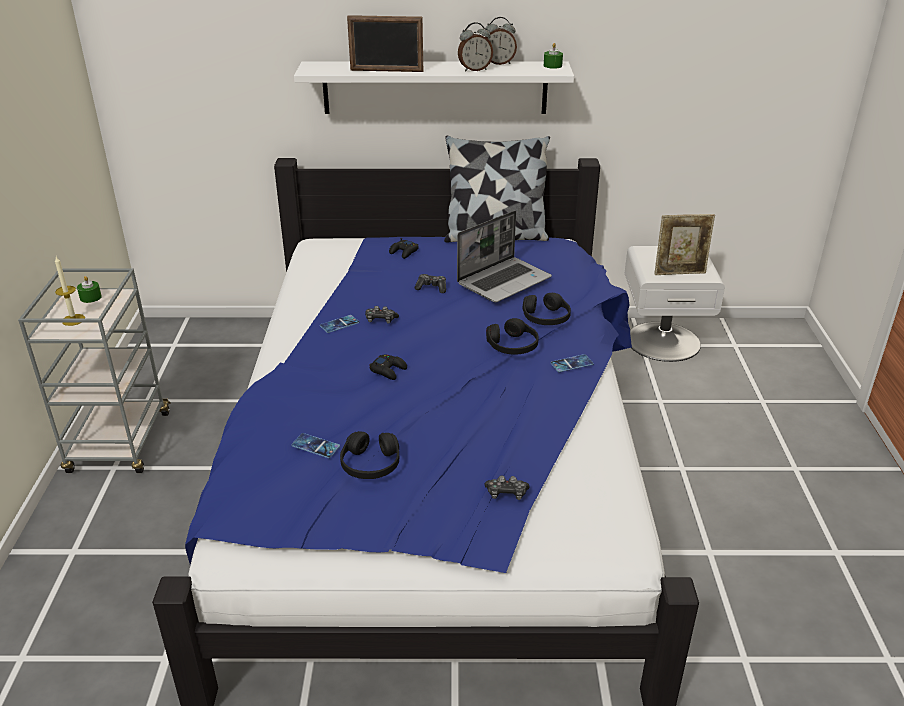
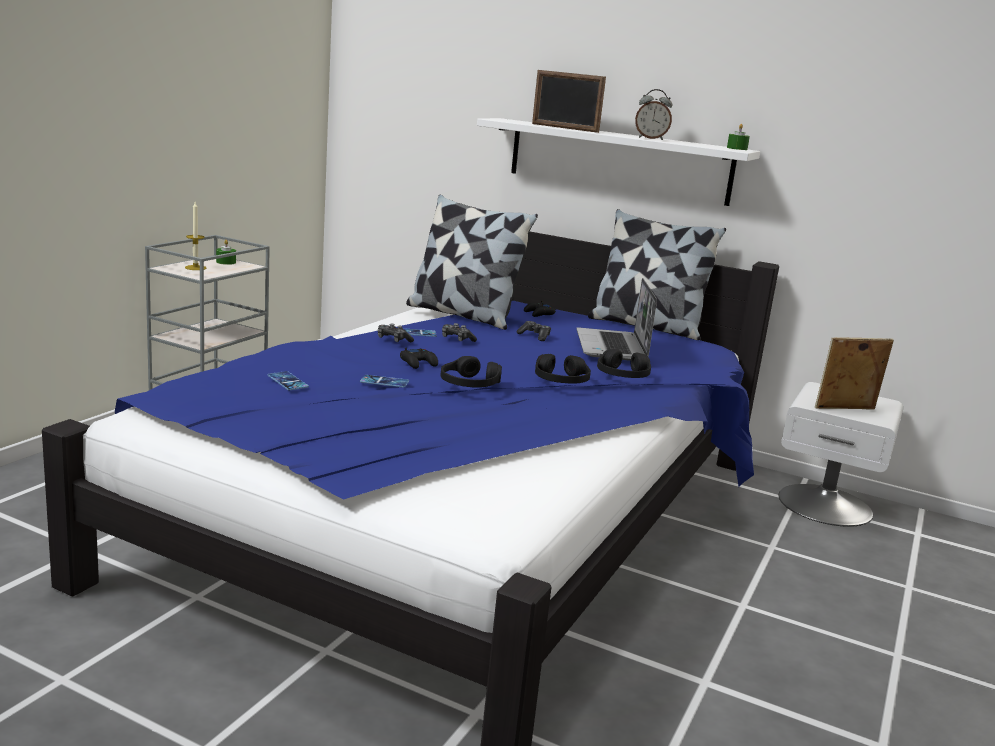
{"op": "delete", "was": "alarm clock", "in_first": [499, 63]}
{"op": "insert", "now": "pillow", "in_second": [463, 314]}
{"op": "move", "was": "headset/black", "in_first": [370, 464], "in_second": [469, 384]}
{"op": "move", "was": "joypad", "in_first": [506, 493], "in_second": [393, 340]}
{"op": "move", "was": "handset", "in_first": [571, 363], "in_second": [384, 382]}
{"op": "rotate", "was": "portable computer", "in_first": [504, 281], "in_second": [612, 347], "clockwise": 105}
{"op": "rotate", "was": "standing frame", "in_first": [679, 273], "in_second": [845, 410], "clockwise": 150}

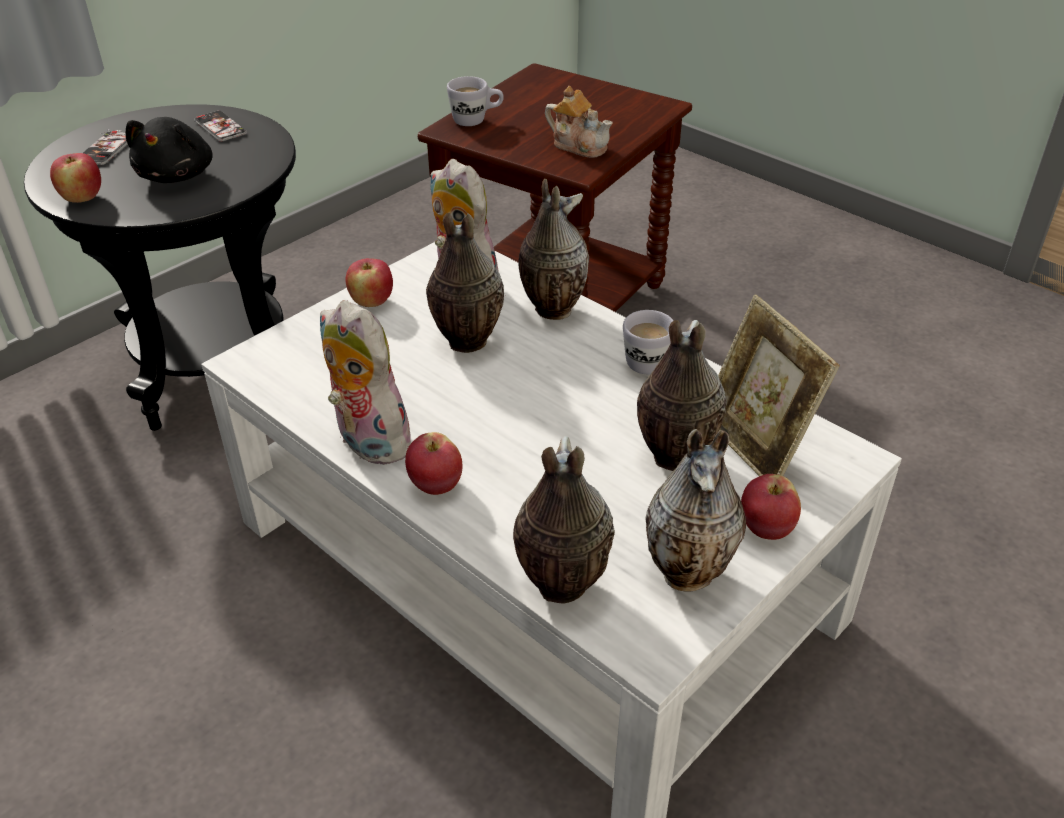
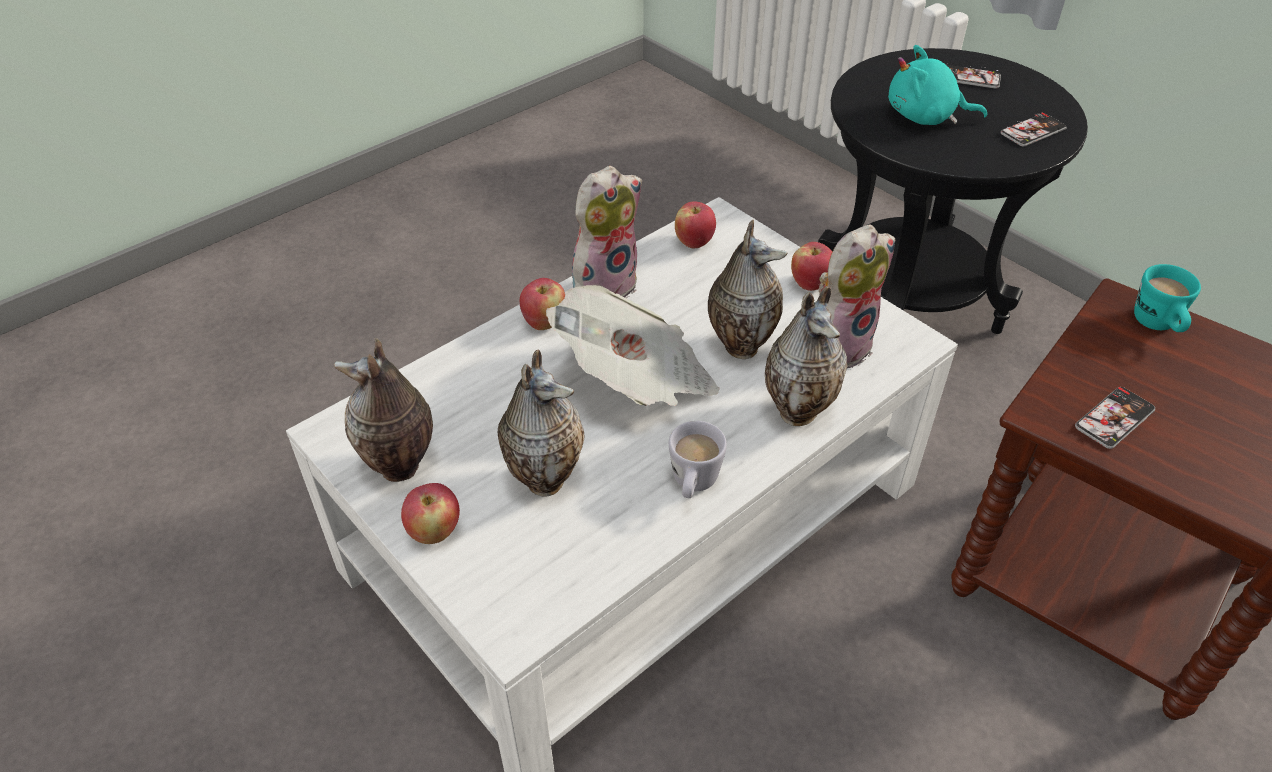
{"op": "delete", "was": "vase", "in_first": [559, 587]}
{"op": "delete", "was": "standing frame", "in_first": [755, 446]}
{"op": "insert", "now": "daily paper", "in_second": [636, 379]}
{"op": "move", "was": "apple", "in_first": [82, 198], "in_second": [694, 242]}
{"op": "replace", "was": "teapot", "now": "handset", "in_first": [579, 145], "in_second": [1114, 418]}
{"op": "recolor", "was": "plush toy/black", "now": "plush toy/turquoise", "in_first": [178, 175], "in_second": [925, 117]}
{"op": "recolor", "was": "tea mug/white", "now": "tea mug/turquoise", "in_first": [476, 120], "in_second": [1157, 326]}

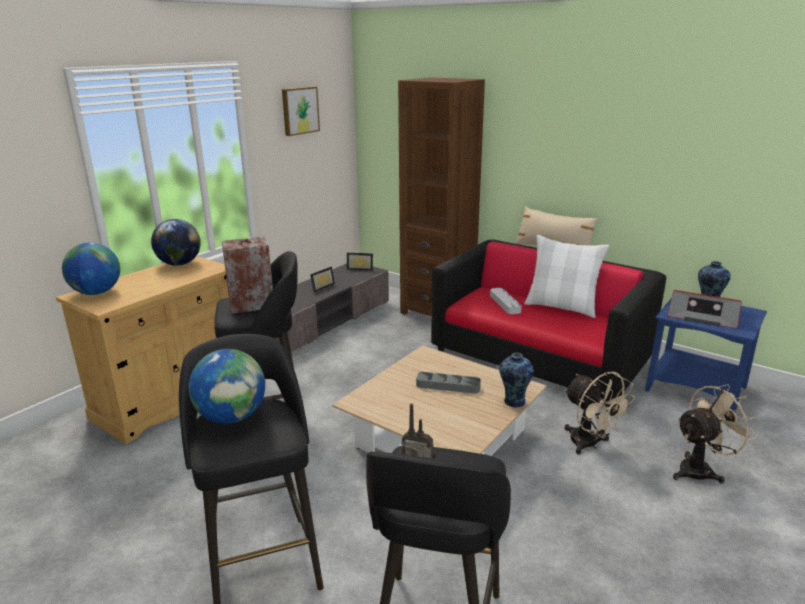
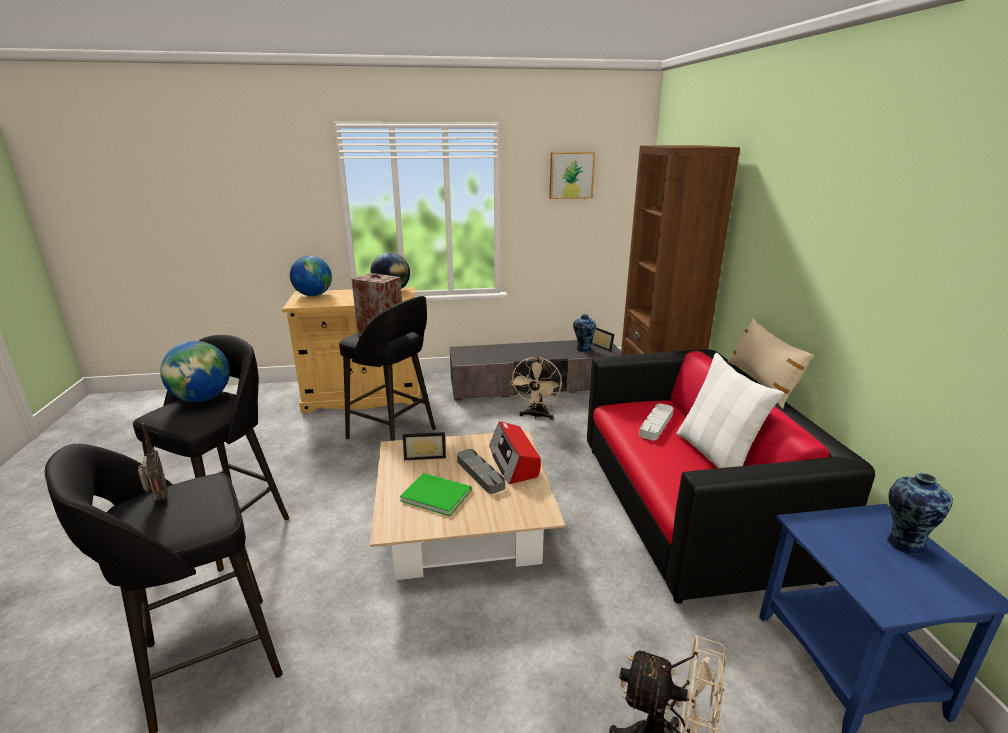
{"op": "insert", "now": "bound book/green-coloured", "in_second": [435, 494]}
{"op": "move", "was": "standing frame", "in_first": [321, 287], "in_second": [425, 455]}
{"op": "move", "was": "vase", "in_first": [513, 402], "in_second": [583, 349]}
{"op": "move", "was": "electric fan/beige-coloured", "in_first": [589, 444], "in_second": [536, 416]}
{"op": "move", "was": "radio", "in_first": [702, 317], "in_second": [514, 462]}

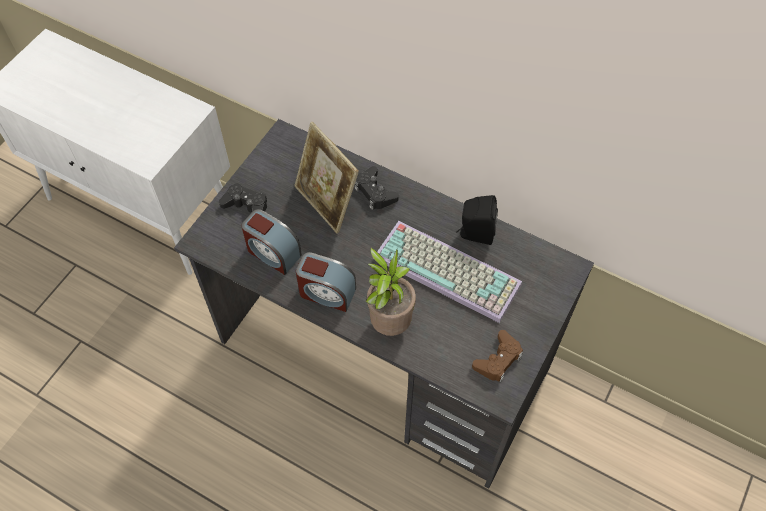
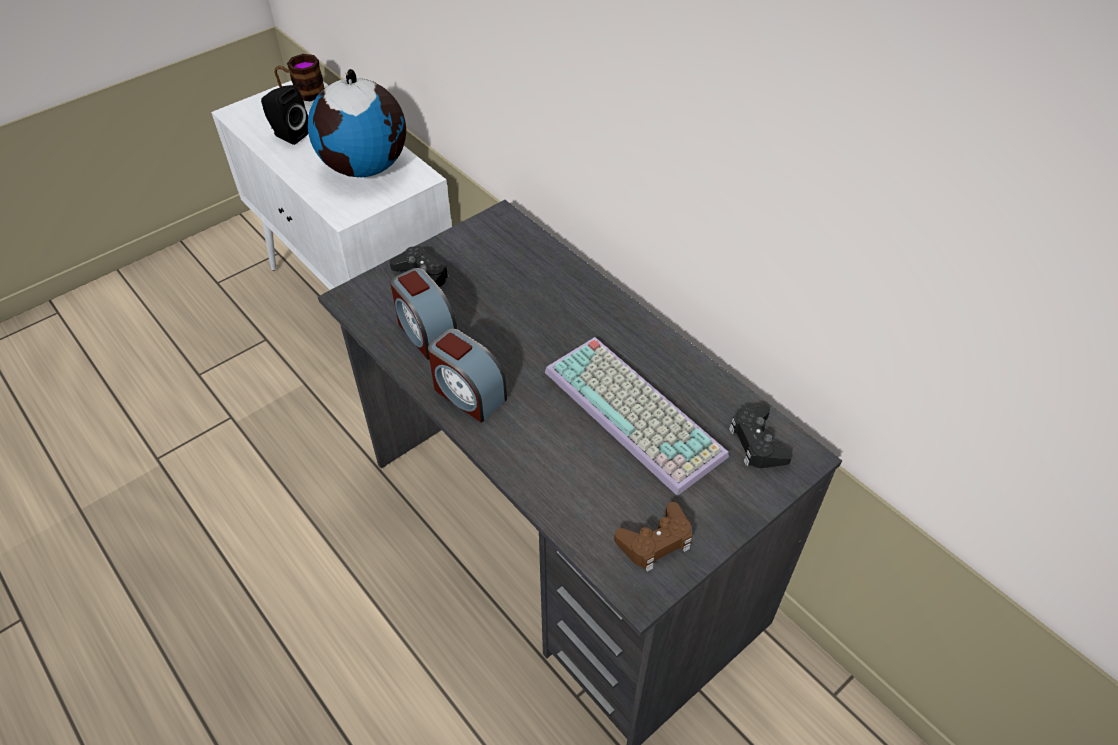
{"op": "delete", "was": "standing frame", "in_first": [327, 203]}
{"op": "delete", "was": "potted plant", "in_first": [389, 322]}
{"op": "insert", "now": "tea mug", "in_second": [303, 93]}
{"op": "insert", "now": "desk globe", "in_second": [366, 167]}
{"op": "move", "was": "joypad/black", "in_first": [375, 192], "in_second": [757, 442]}
{"op": "move", "was": "audio speaker/black", "in_first": [475, 234], "in_second": [288, 135]}

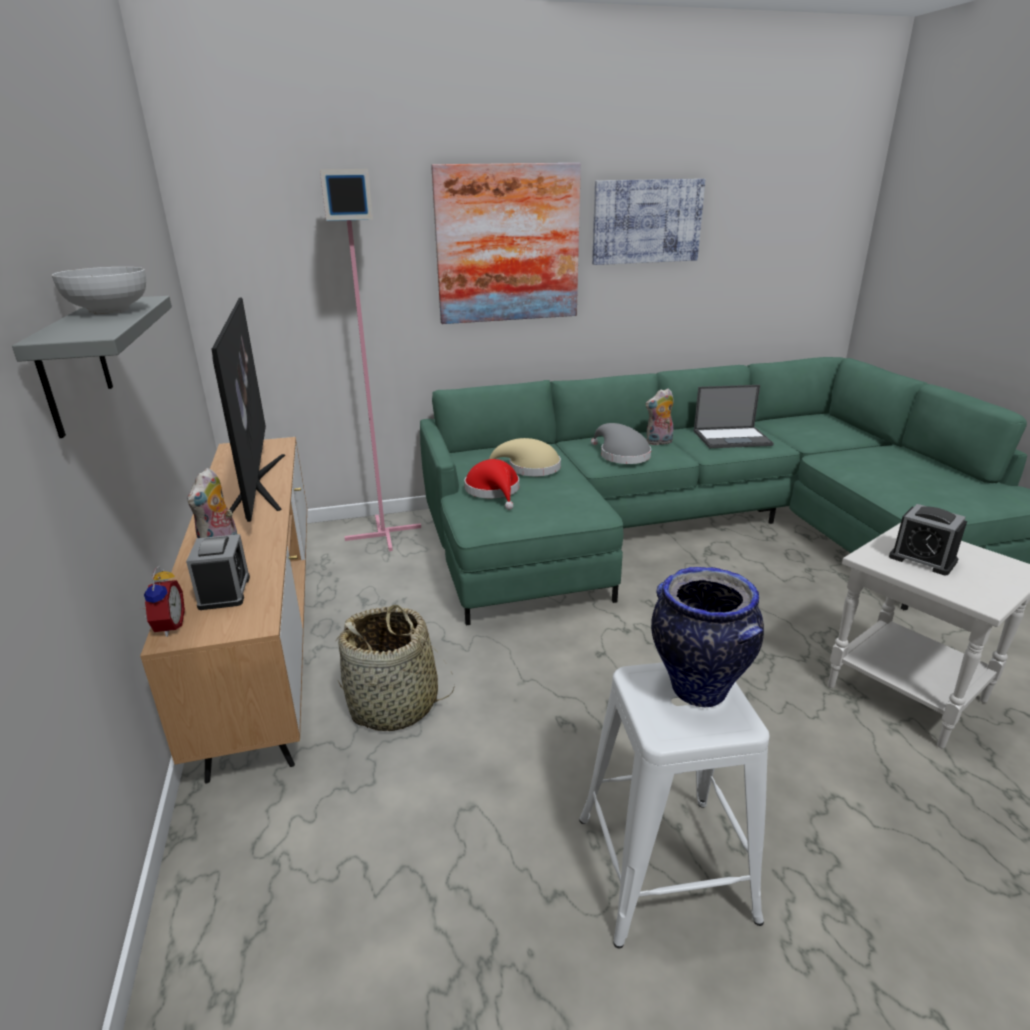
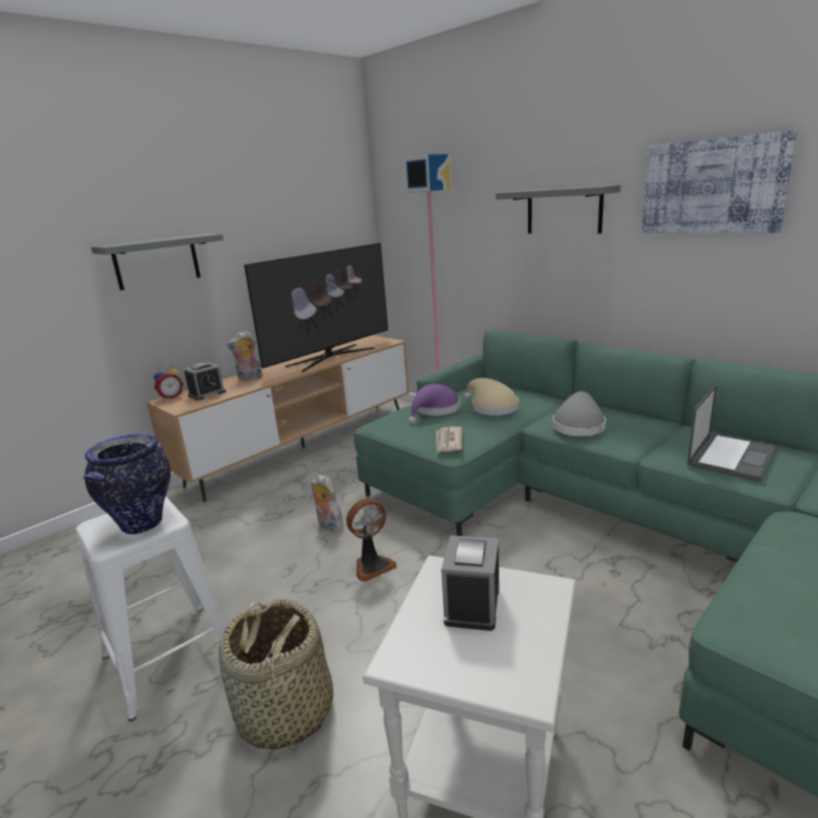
{"op": "delete", "was": "deep dish", "in_first": [108, 311]}
{"op": "insert", "now": "electric fan", "in_second": [372, 566]}
{"op": "insert", "now": "daily paper", "in_second": [448, 442]}
{"op": "move", "was": "household basket", "in_first": [394, 705], "in_second": [285, 713]}
{"op": "move", "was": "plush toy", "in_first": [659, 442], "in_second": [328, 526]}
{"op": "replace", "was": "wall art", "now": "wall shelf/gray", "in_first": [508, 244], "in_second": [564, 211]}
{"op": "recolor", "was": "wearable hat/reddish", "now": "wearable hat/purple-coloured", "in_first": [494, 491], "in_second": [435, 410]}
{"op": "rotate", "was": "portable computer", "in_first": [732, 438], "in_second": [731, 456], "clockwise": -105}

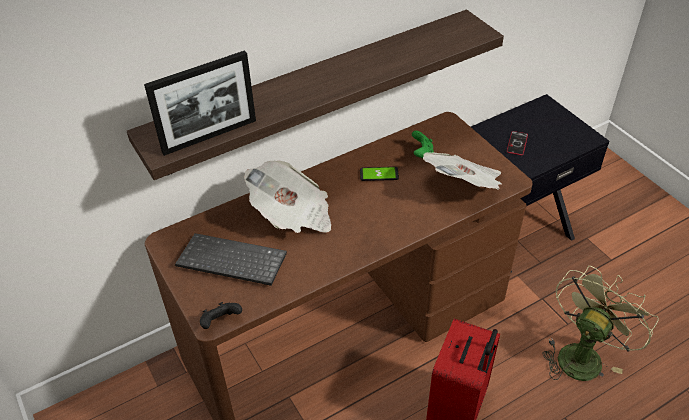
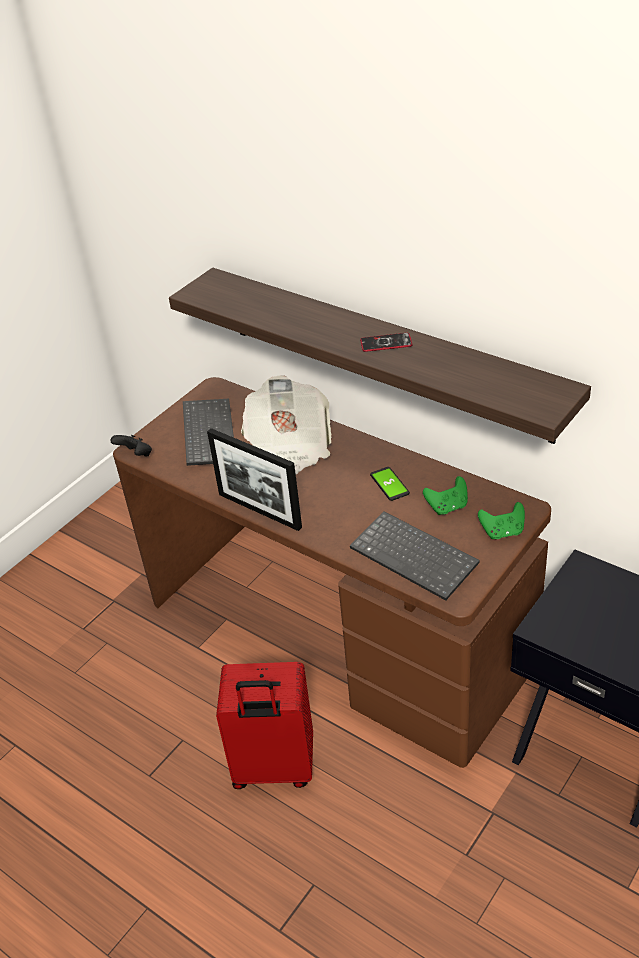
{"op": "delete", "was": "electric fan/green-coloured", "in_first": [582, 354]}
{"op": "insert", "now": "joypad/green-coloured", "in_second": [502, 532]}
{"op": "move", "was": "standing frame", "in_first": [210, 136], "in_second": [259, 510]}
{"op": "move", "was": "handset", "in_first": [517, 143], "in_second": [386, 343]}
{"op": "replace", "was": "daily paper", "now": "PC keyboard", "in_first": [464, 186], "in_second": [416, 556]}

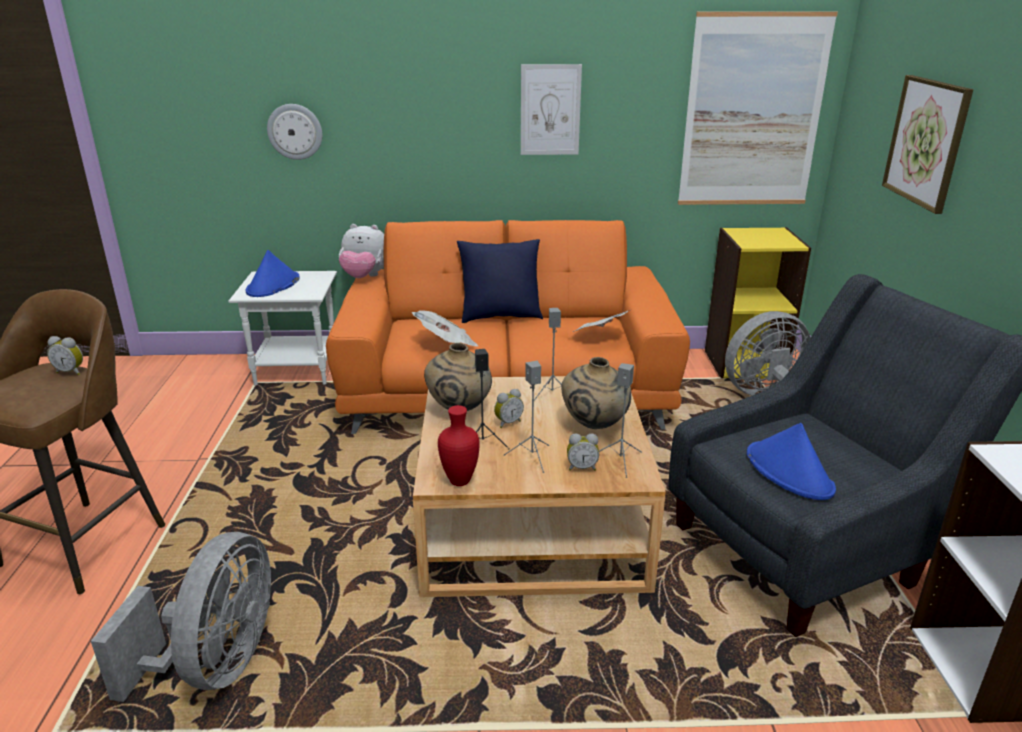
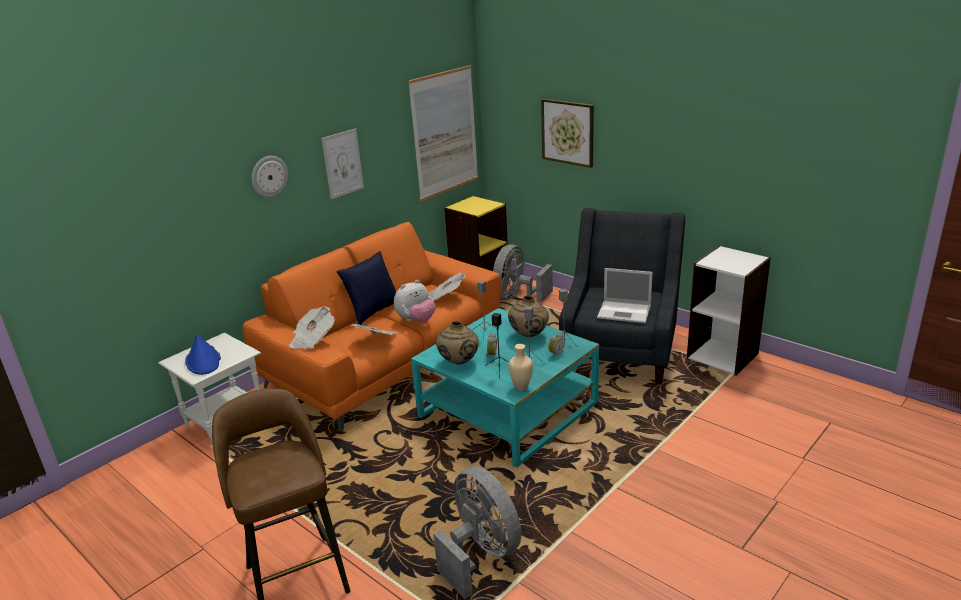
{"op": "delete", "was": "alarm clock", "in_first": [71, 372]}
{"op": "insert", "now": "daily paper", "in_second": [312, 340]}
{"op": "move", "was": "wall clock", "in_first": [295, 131], "in_second": [269, 176]}
{"op": "move", "was": "plush toy", "in_first": [365, 277], "in_second": [416, 320]}
{"op": "replace", "was": "wearable hat/bluish", "now": "portable computer", "in_first": [789, 472], "in_second": [625, 312]}
{"op": "recolor", "was": "coffee table/beige-coloured", "now": "coffee table/turquoise", "in_first": [531, 522], "in_second": [508, 410]}
{"op": "recolor", "was": "vase/reddish", "now": "vase/beige-coloured", "in_first": [458, 481], "in_second": [521, 388]}

